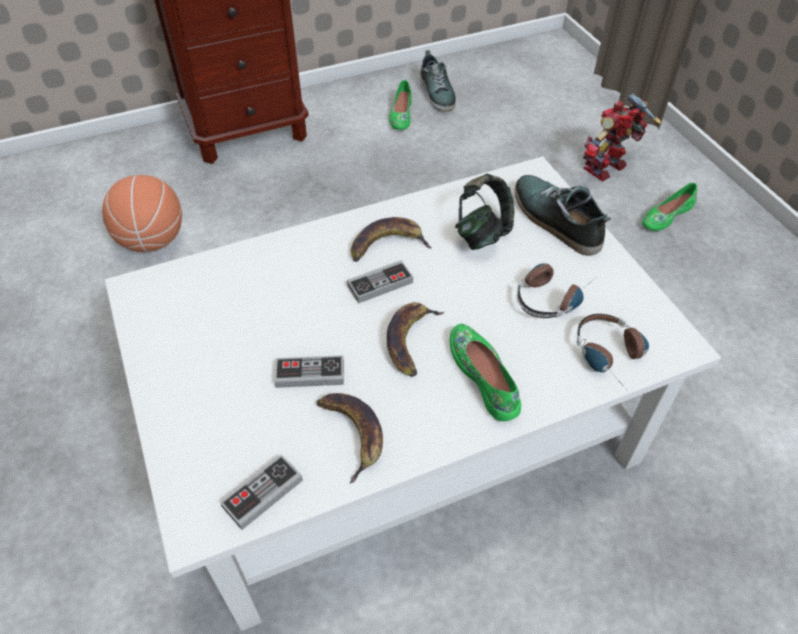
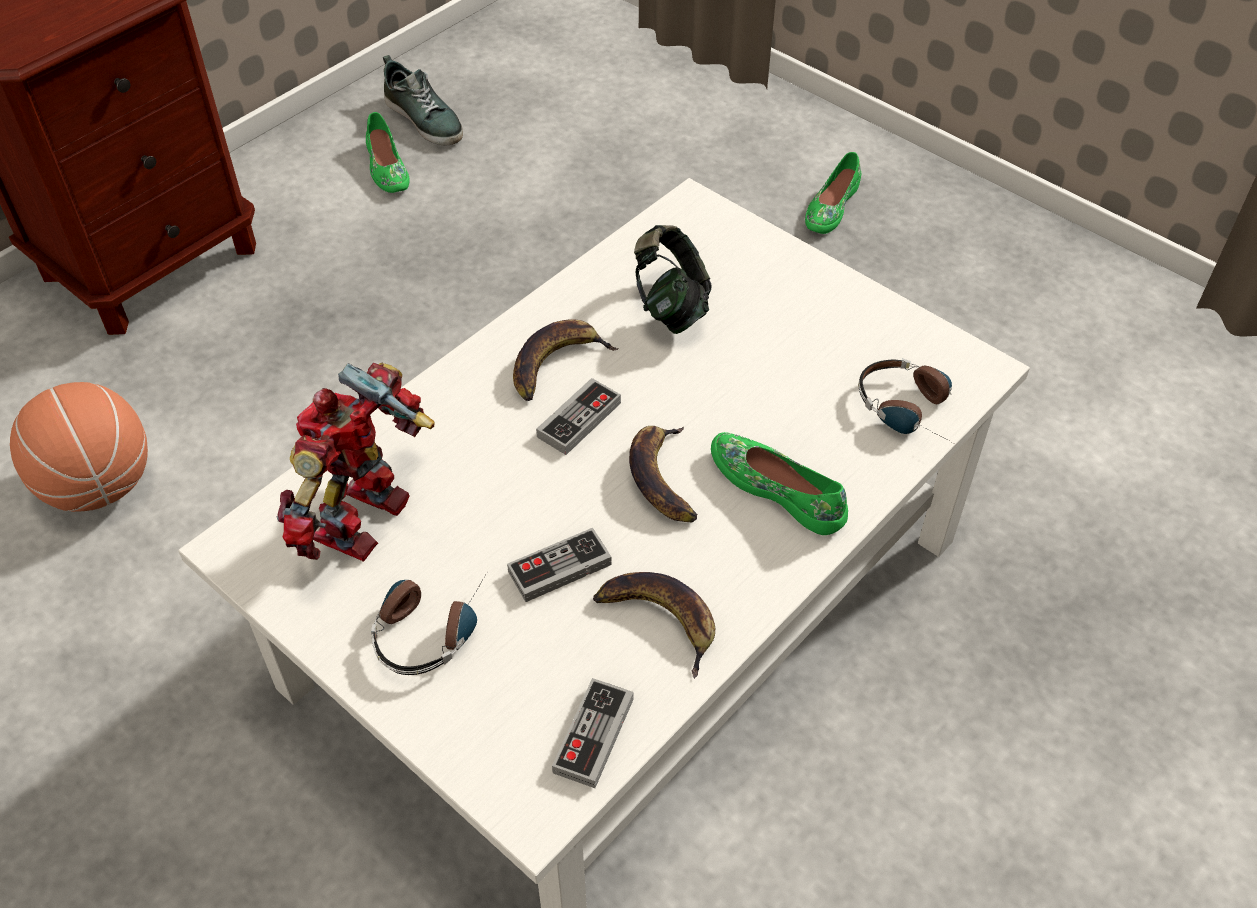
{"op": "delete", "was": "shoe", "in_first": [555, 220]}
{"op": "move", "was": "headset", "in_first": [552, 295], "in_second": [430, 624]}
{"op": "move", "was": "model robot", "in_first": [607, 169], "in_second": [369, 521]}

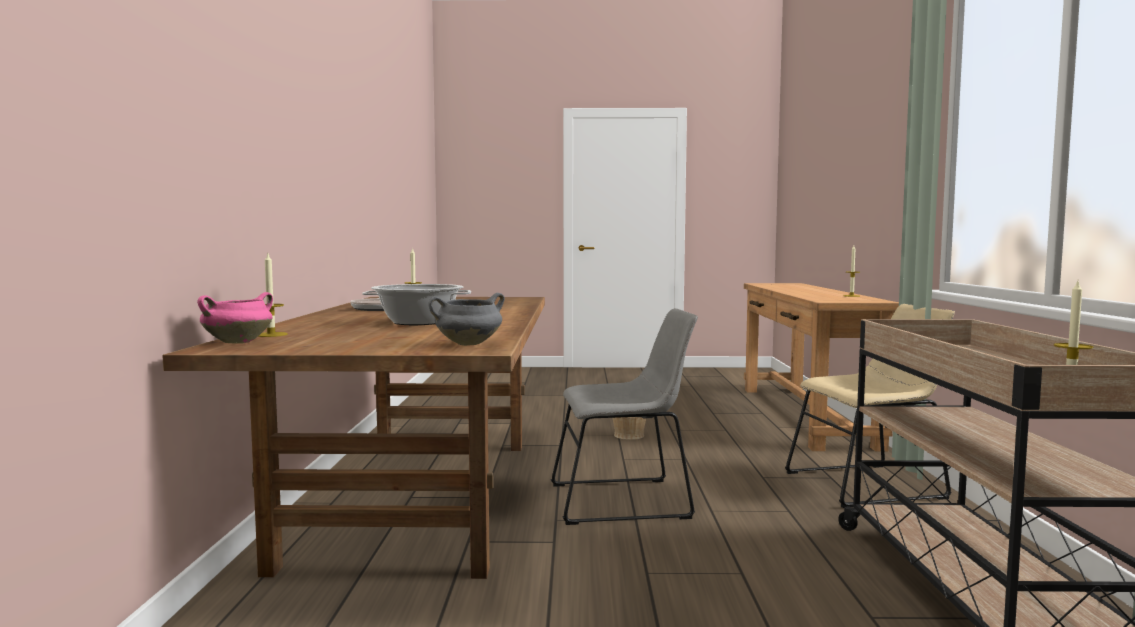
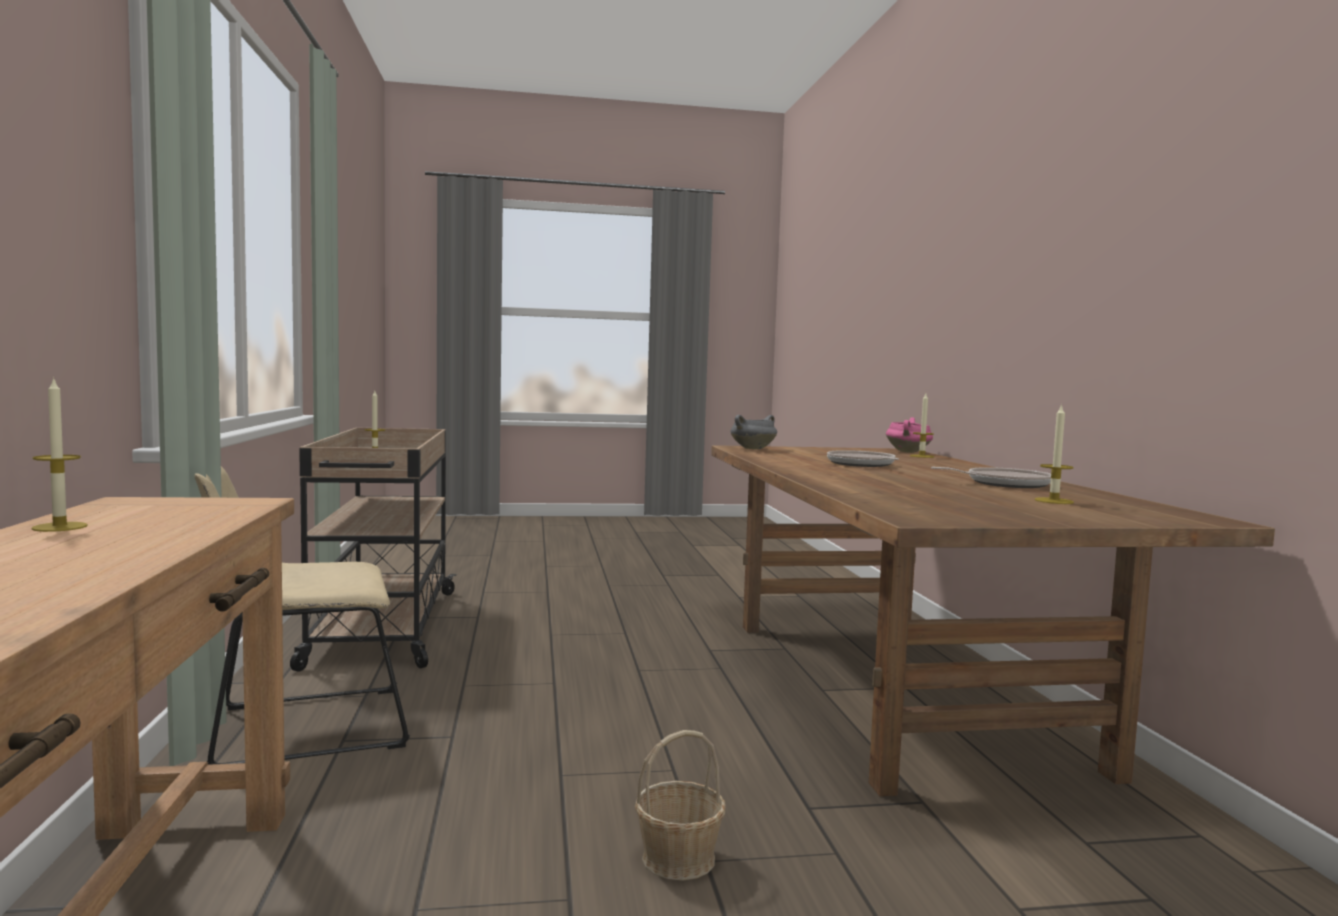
{"op": "delete", "was": "upright chair/gray", "in_first": [625, 501]}
{"op": "replace", "was": "cooking pot", "now": "skillet", "in_first": [419, 322], "in_second": [862, 464]}

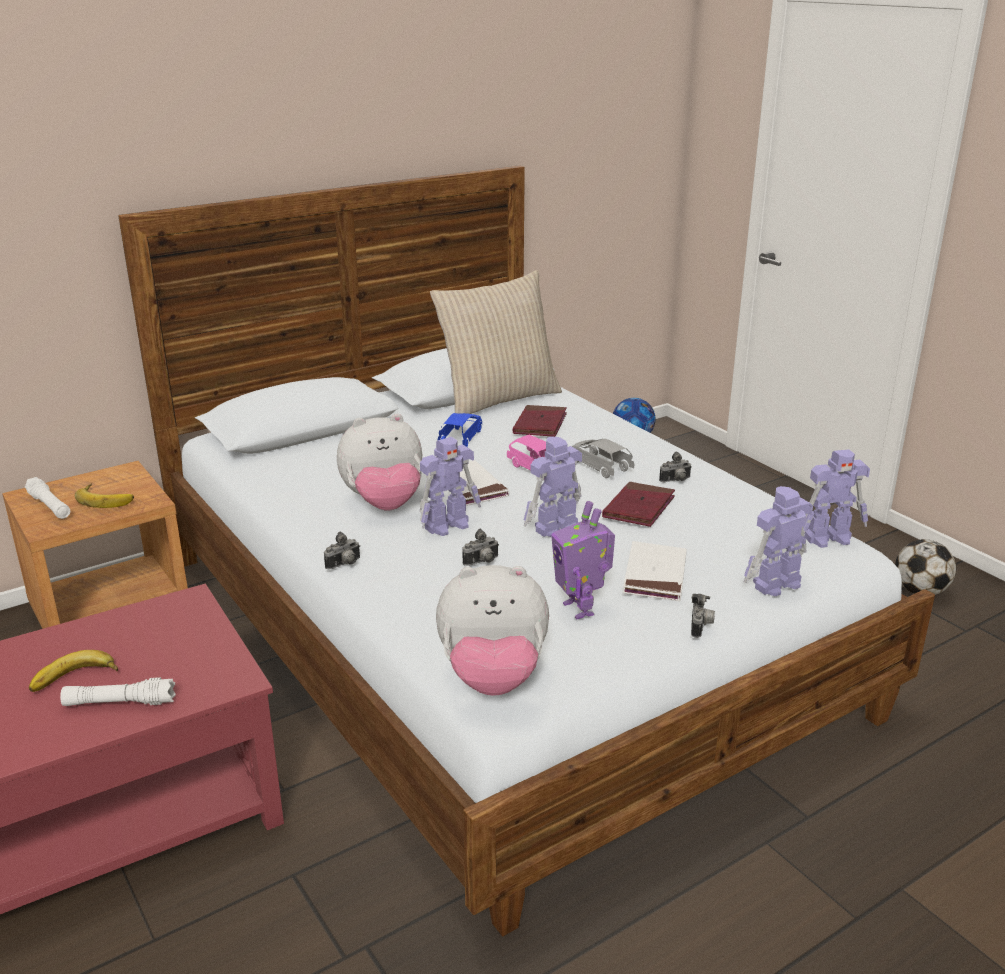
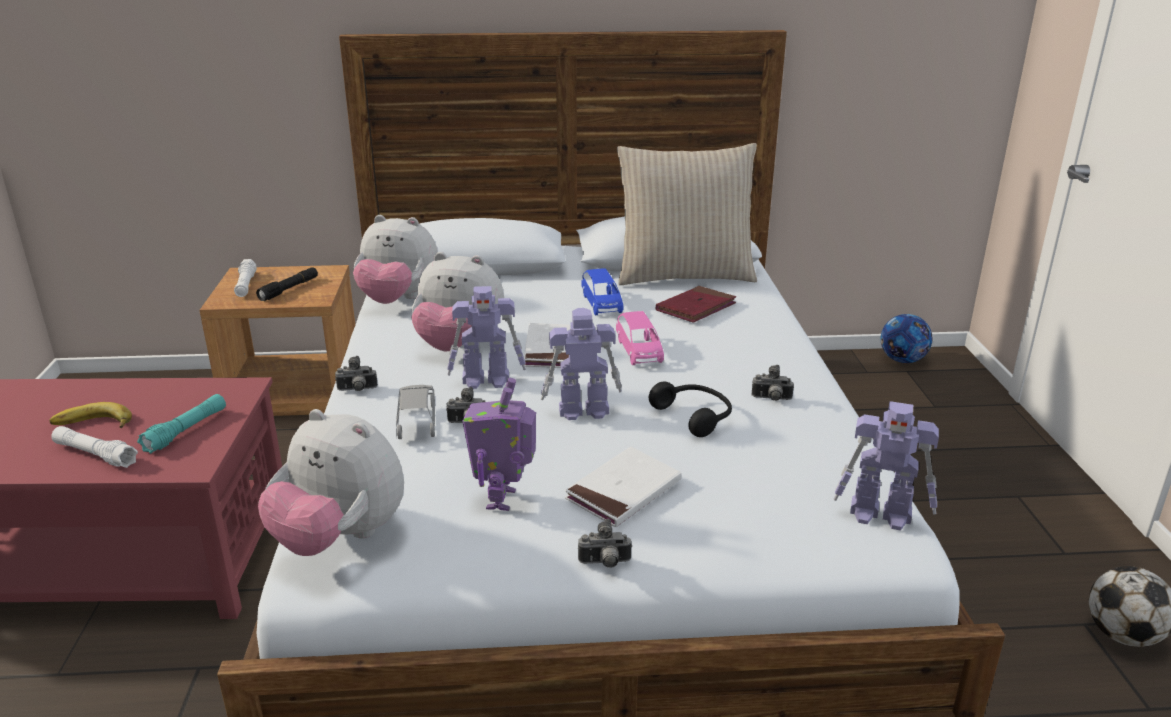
{"op": "delete", "was": "model robot", "in_first": [775, 584]}
{"op": "insert", "now": "torch/turquoise", "in_second": [186, 431]}
{"op": "insert", "now": "plush toy", "in_second": [398, 300]}
{"op": "move", "was": "miniature car/gray", "in_first": [600, 467], "in_second": [417, 422]}
{"op": "replace", "was": "banana", "now": "torch/black", "in_first": [106, 499], "in_second": [289, 289]}
{"op": "replace", "was": "bound book/reddish", "now": "headset/black", "in_first": [639, 508], "in_second": [695, 416]}
{"op": "rotate", "was": "miniature car/bluish", "in_first": [461, 439], "in_second": [602, 304], "clockwise": 120}
{"op": "rotate", "was": "still camera", "in_first": [701, 627], "in_second": [605, 563], "clockwise": 45}

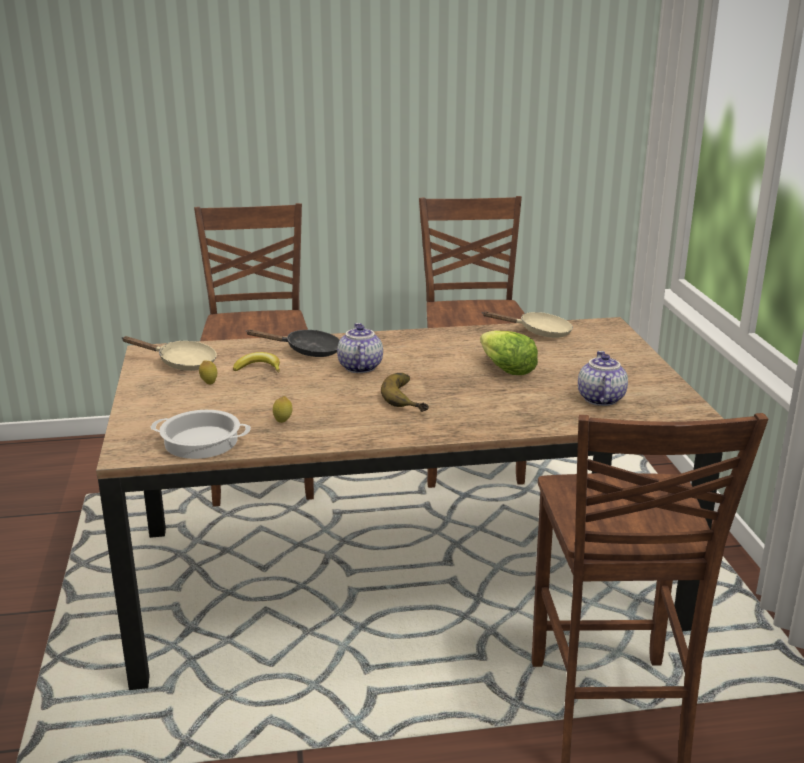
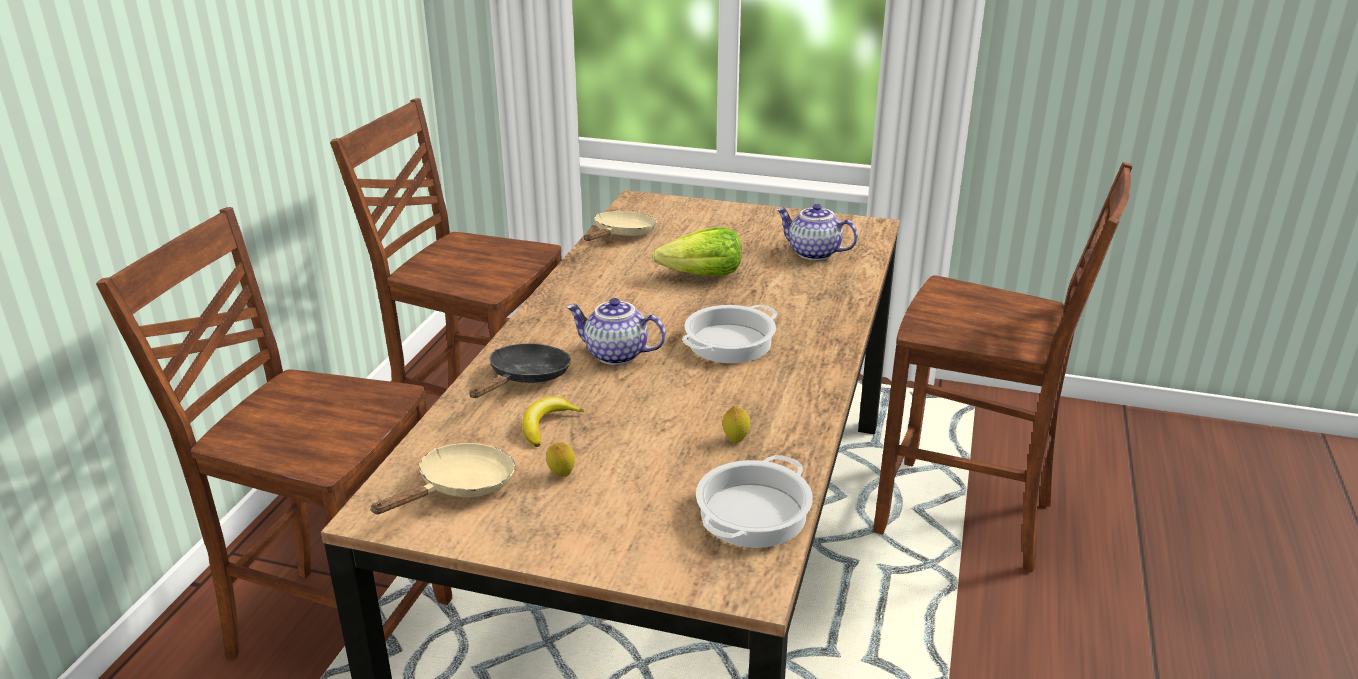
{"op": "replace", "was": "banana", "now": "cooking pot", "in_first": [410, 397], "in_second": [729, 343]}

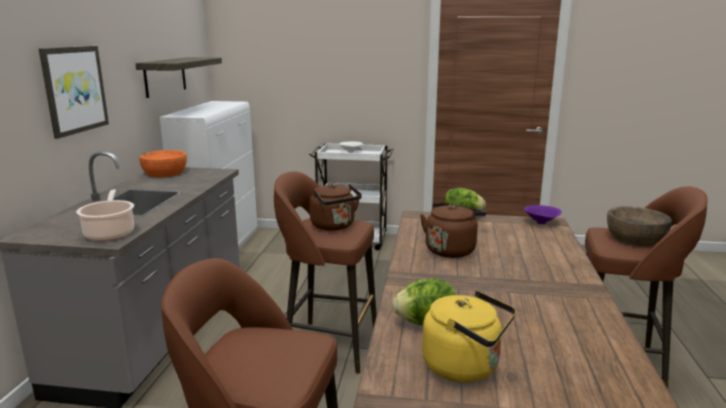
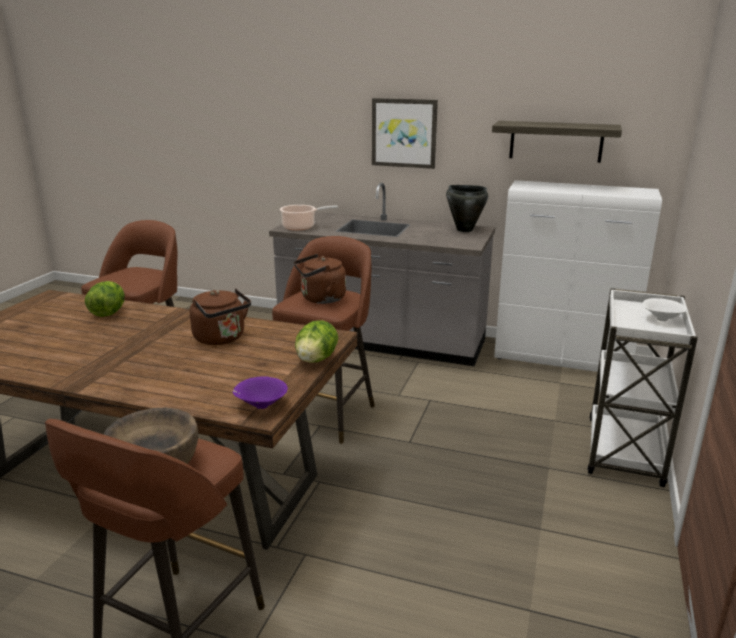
{"op": "delete", "was": "kettle/yellow-coloured", "in_first": [465, 367]}
{"op": "replace", "was": "deep dish/orange-coloured", "now": "cooking pot/black", "in_first": [164, 173], "in_second": [464, 229]}

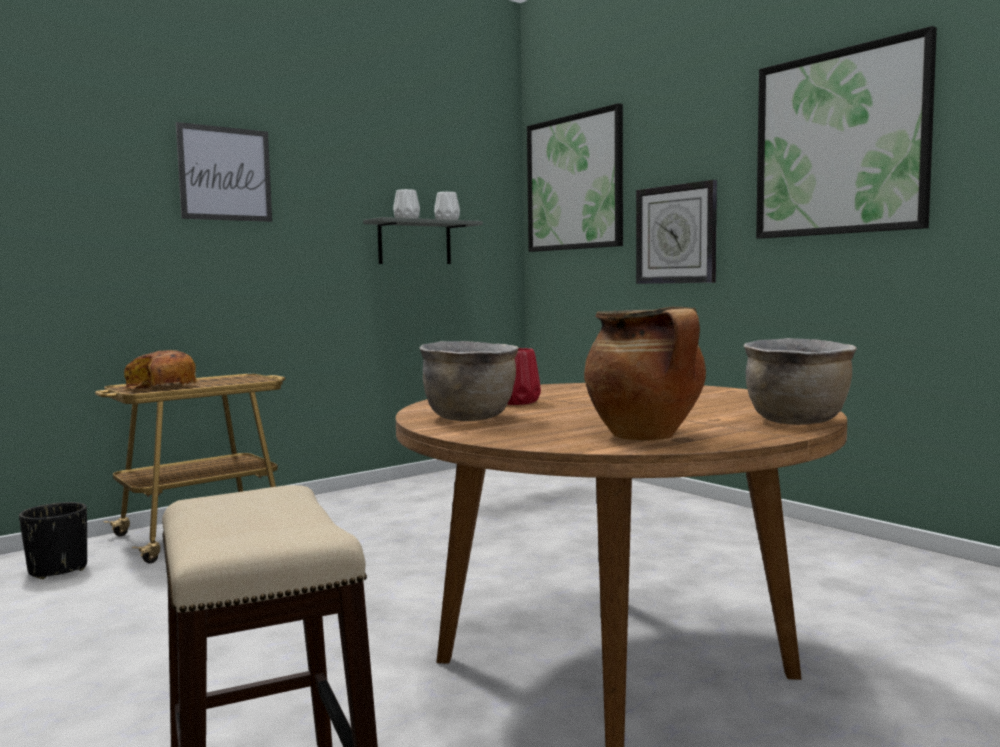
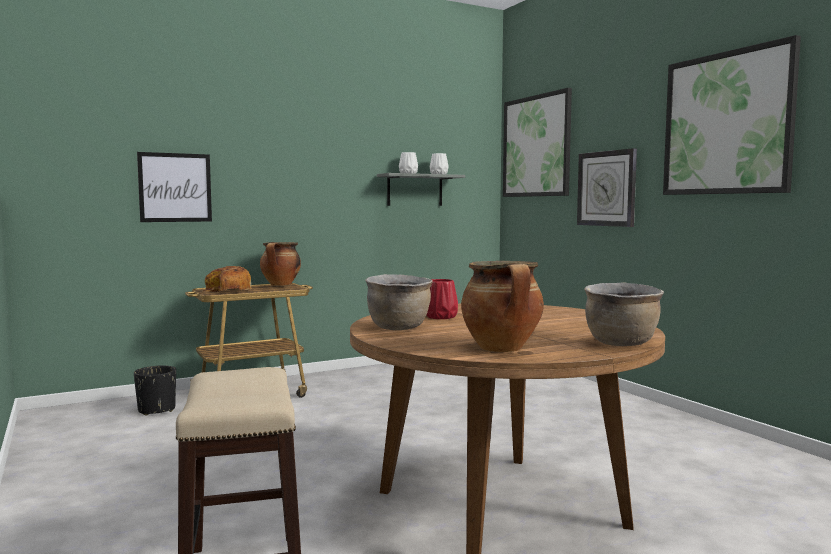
{"op": "insert", "now": "cooking pot", "in_second": [281, 285]}
{"op": "move", "was": "wall art", "in_first": [225, 174], "in_second": [175, 187]}

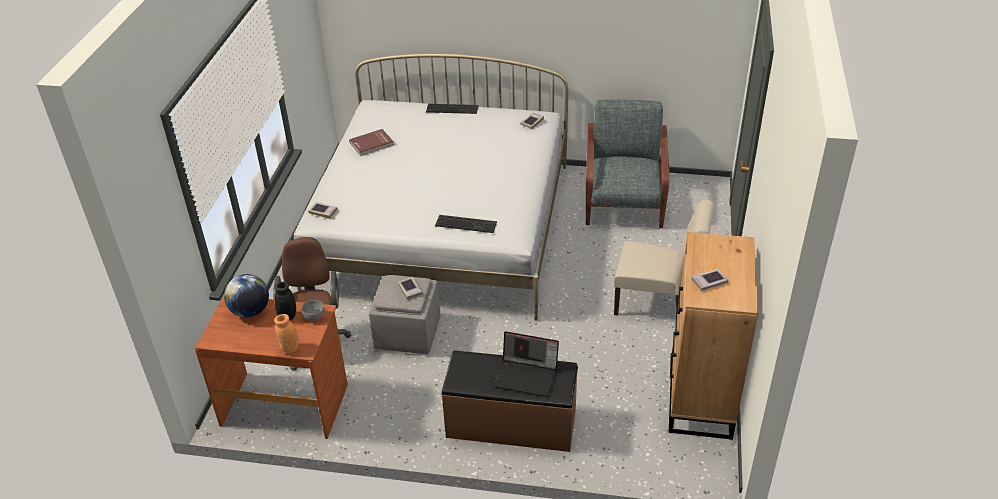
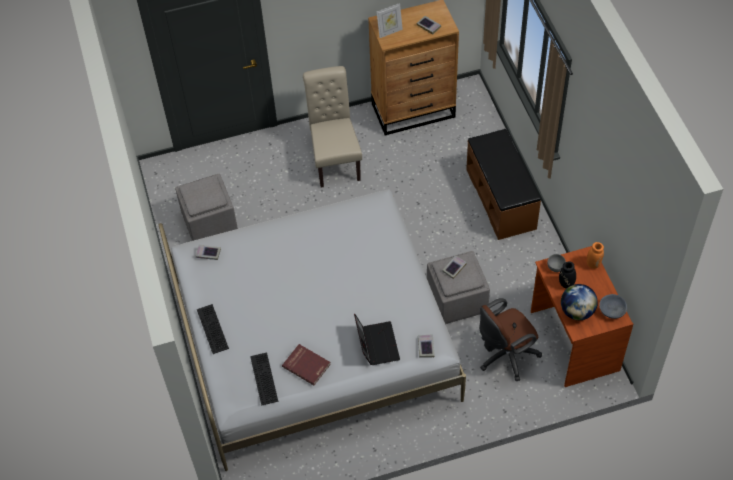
{"op": "insert", "now": "standing frame", "in_second": [389, 32]}
{"op": "insert", "now": "deep dish/gray", "in_second": [611, 310]}
{"op": "move", "was": "PC keyboard", "in_first": [466, 223], "in_second": [262, 378]}
{"op": "move", "was": "portable computer", "in_first": [527, 376], "in_second": [376, 344]}
{"op": "replace", "was": "armchair/gray", "now": "footrest/gray", "in_first": [623, 200], "in_second": [209, 222]}

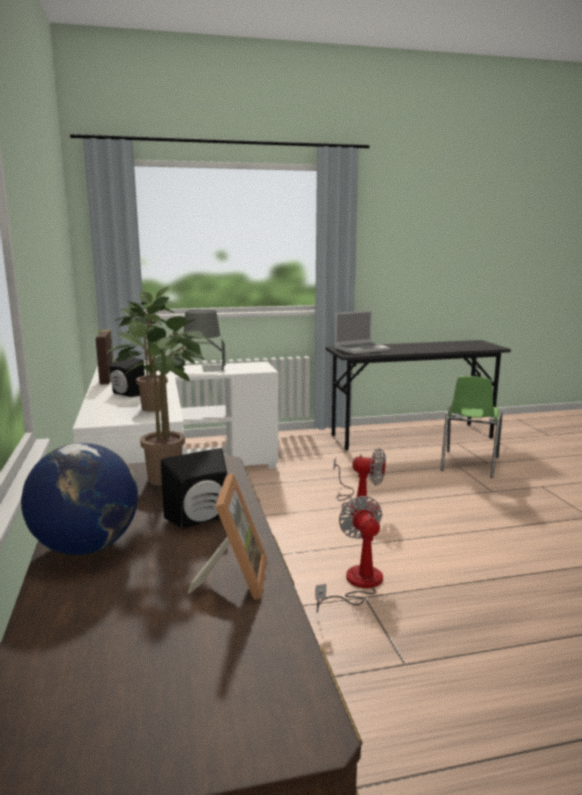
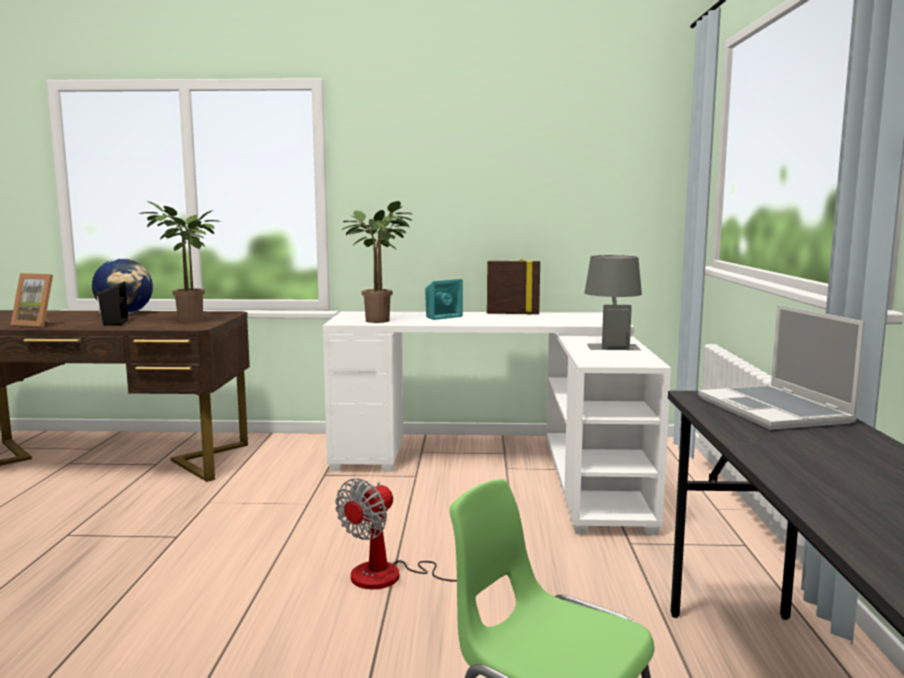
{"op": "delete", "was": "electric fan", "in_first": [357, 584]}
{"op": "recolor", "was": "audio speaker/black", "now": "audio speaker/turquoise", "in_first": [126, 394], "in_second": [441, 317]}

